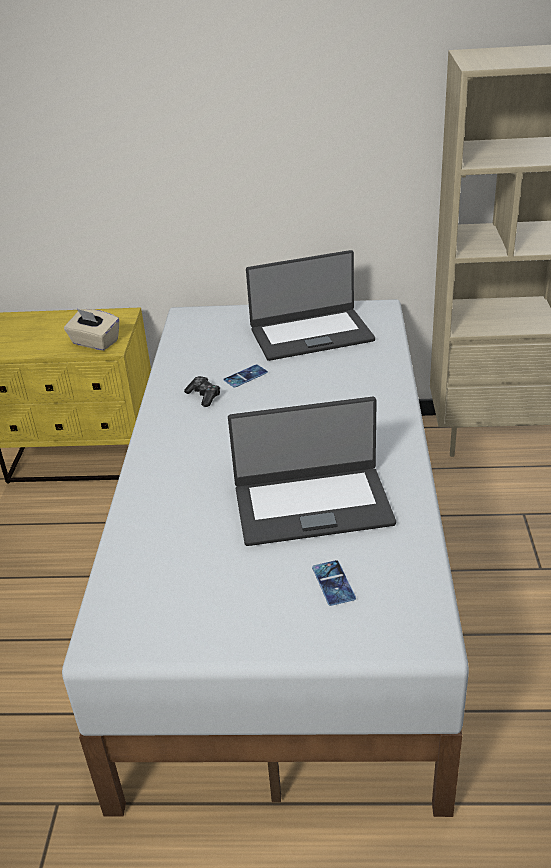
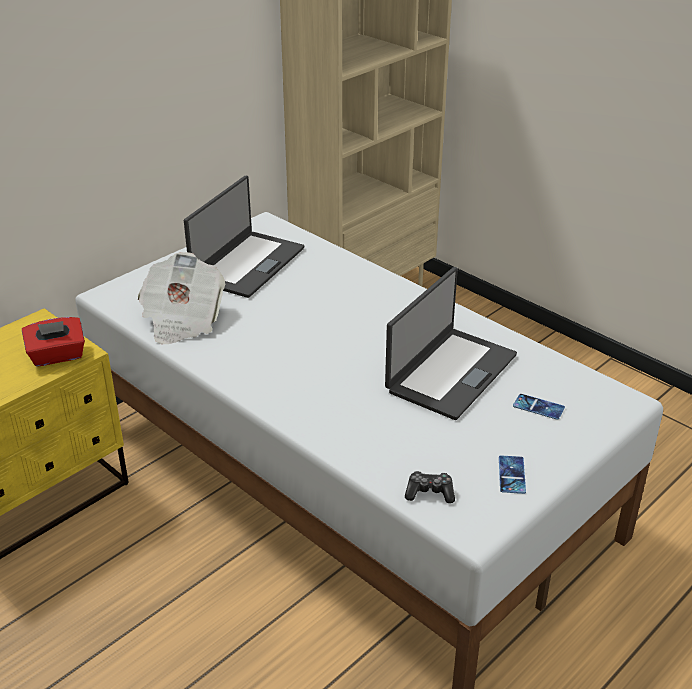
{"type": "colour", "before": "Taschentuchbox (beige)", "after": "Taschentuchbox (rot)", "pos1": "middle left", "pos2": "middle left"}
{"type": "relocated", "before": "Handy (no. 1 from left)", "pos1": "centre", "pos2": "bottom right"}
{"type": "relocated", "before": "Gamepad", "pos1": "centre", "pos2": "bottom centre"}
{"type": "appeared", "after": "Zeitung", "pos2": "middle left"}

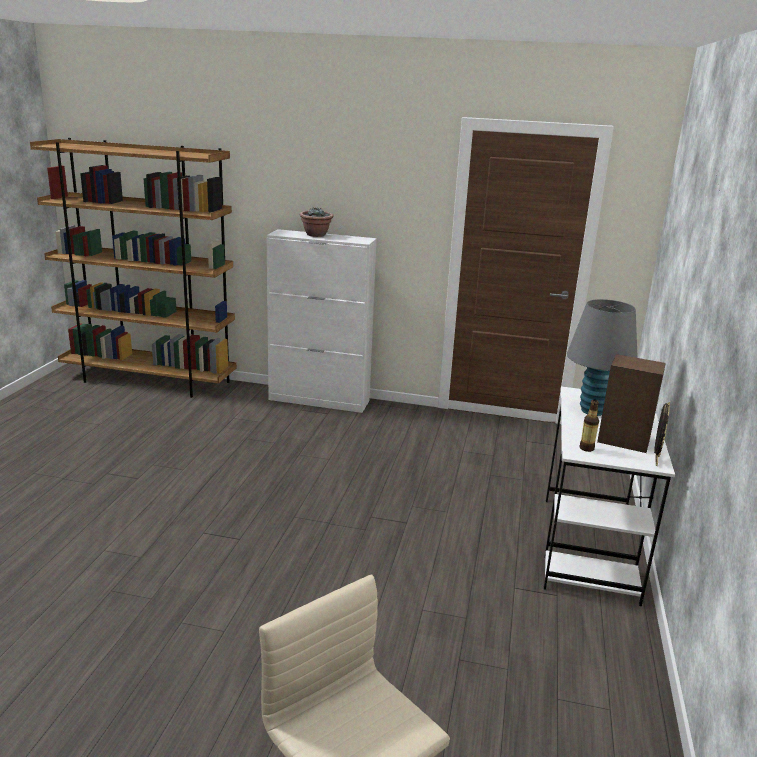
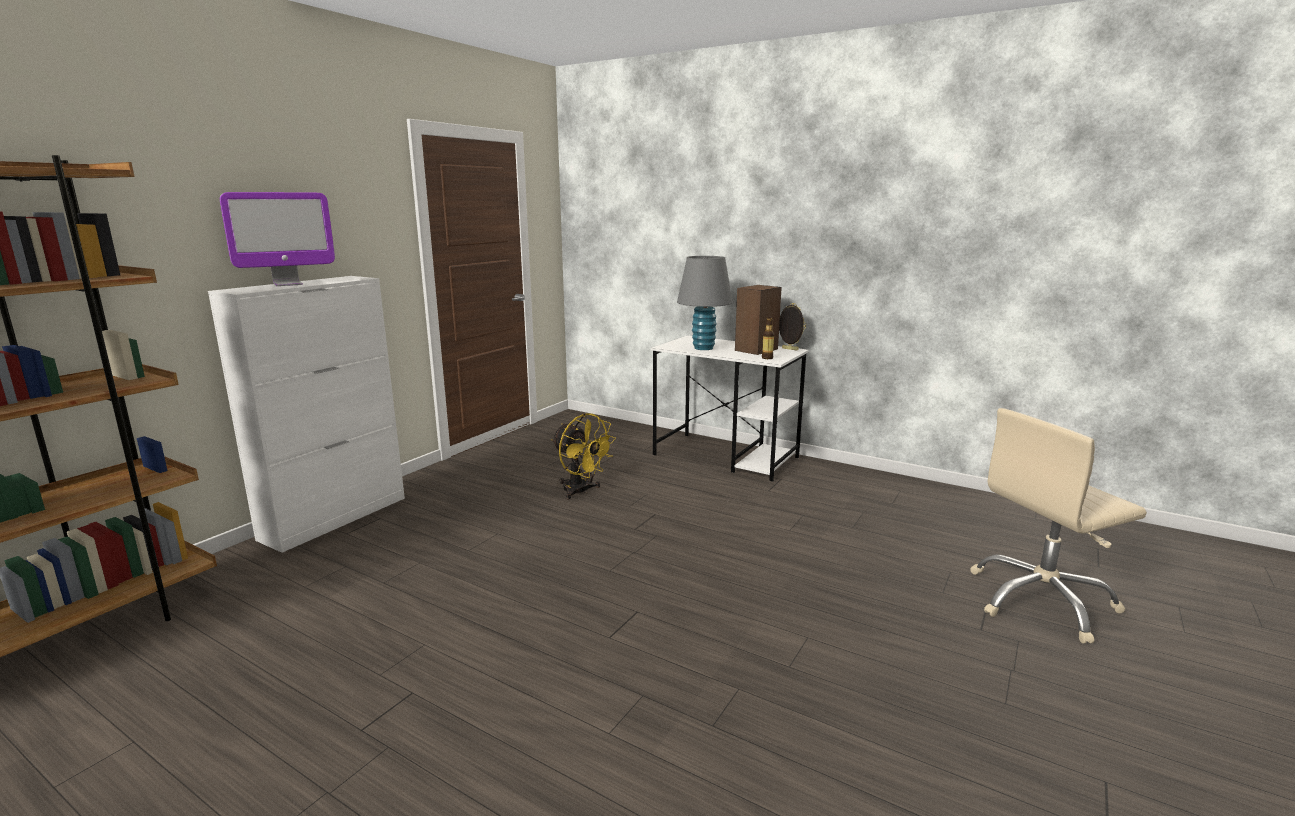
{"type": "exchanged", "before": "Topfpflanze", "after": "Monitor", "pos1": "top centre", "pos2": "top left"}
{"type": "appeared", "after": "Ventilator (gelb)", "pos2": "centre"}

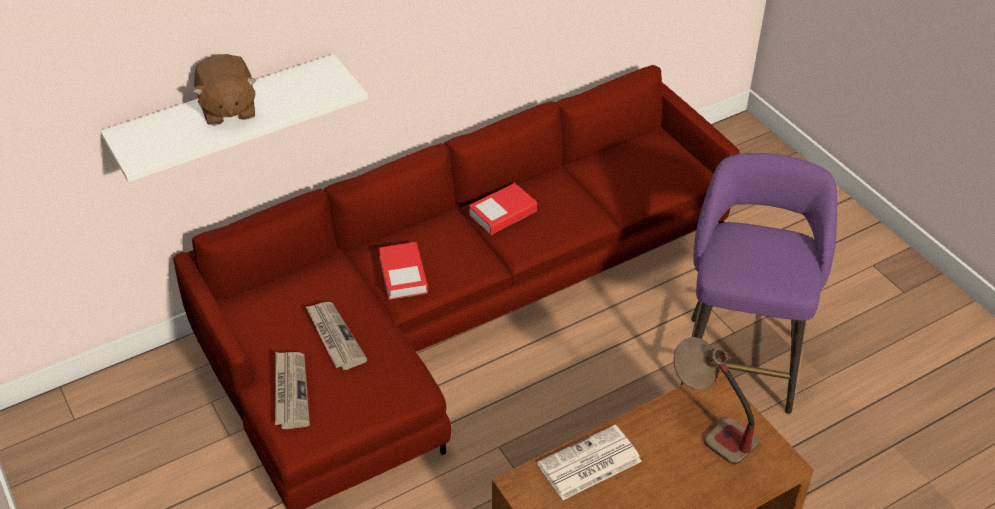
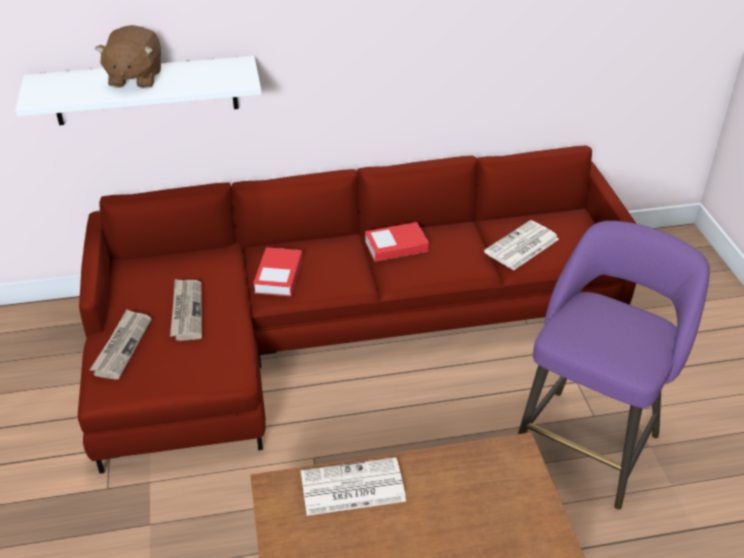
{"type": "missing", "before": "Tischlampe", "pos1": "bottom right"}
{"type": "appeared", "after": "Zeitung (no. 4 from left)", "pos2": "middle right"}

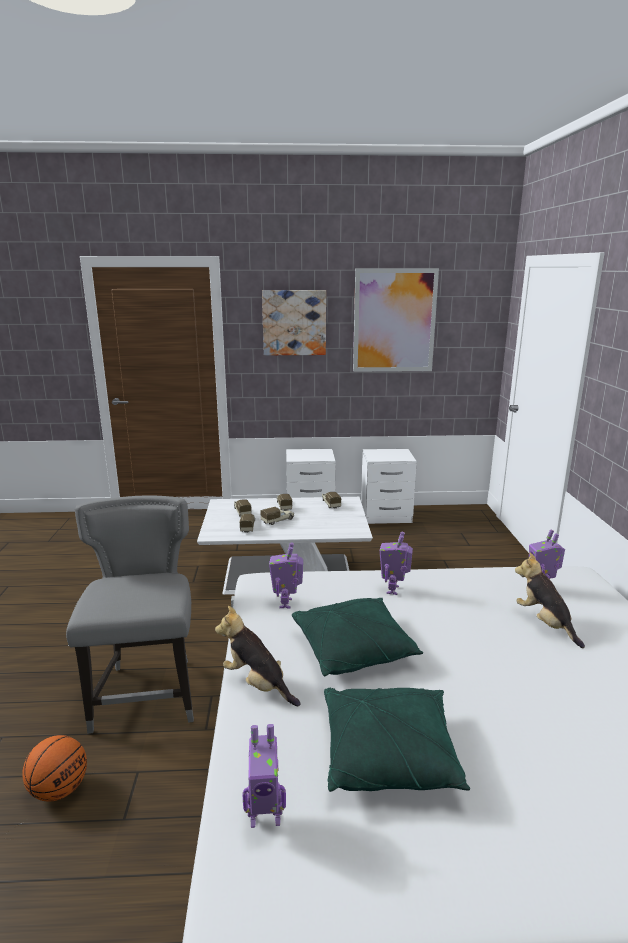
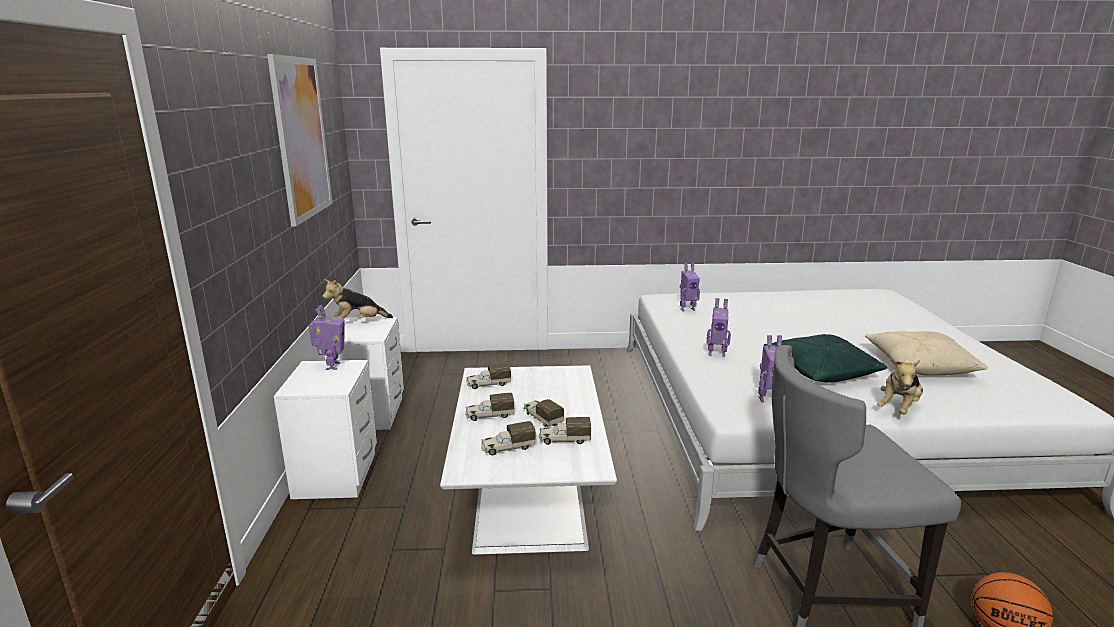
{"type": "missing", "before": "Bild (no. 1 from left)", "pos1": "centre"}
{"type": "relocated", "before": "Plüschtier (no. 2 from left in the first image)", "after": "Plüschtier (no. 1 from left)", "pos1": "middle right", "pos2": "middle left"}
{"type": "colour", "before": "Kissen (grün) (no. 2 from left)", "after": "Kissen (beige)", "pos1": "bottom centre", "pos2": "middle right"}
{"type": "relocated", "before": "Spielzeugroboter (no. 1 from left)", "pos1": "bottom centre", "pos2": "middle left"}

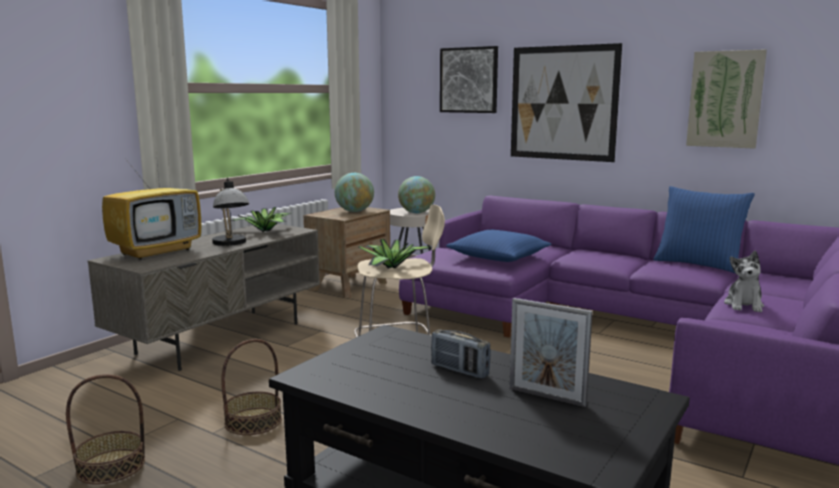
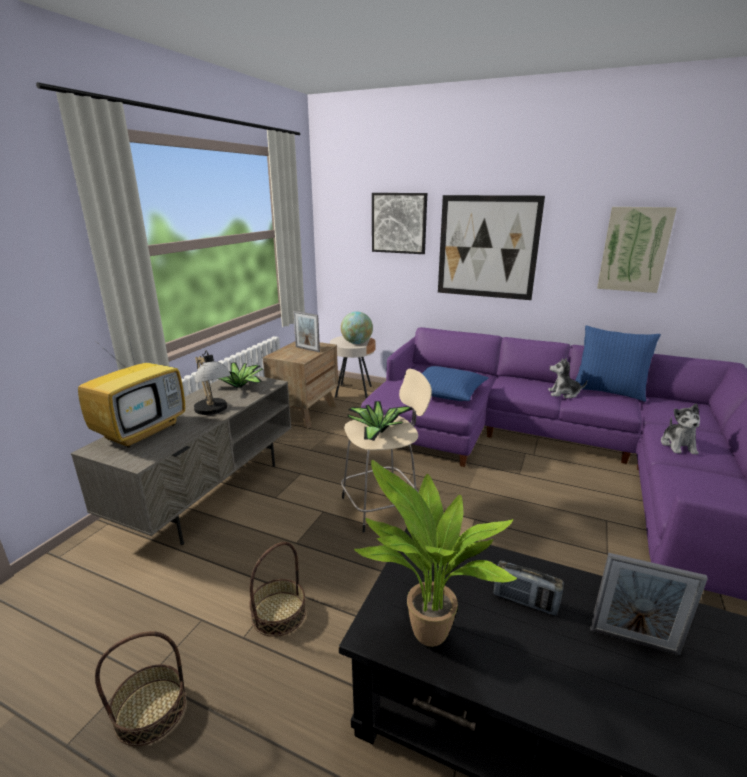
{"type": "exchanged", "before": "Globus (no. 1 from left)", "after": "Bilderrahmen (no. 1 from left)", "pos1": "centre", "pos2": "centre"}
{"type": "appeared", "after": "Plüschtier (no. 1 from left)", "pos2": "middle right"}
{"type": "appeared", "after": "Topfpflanze (no. 3 from left)", "pos2": "bottom centre"}

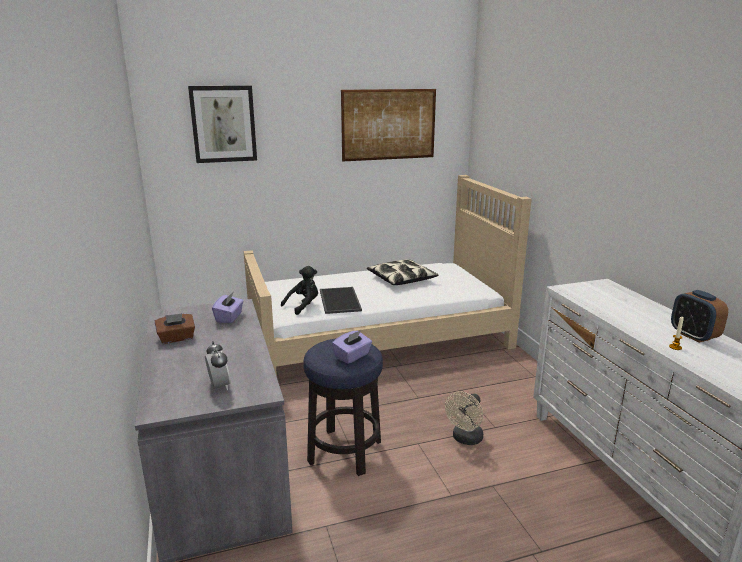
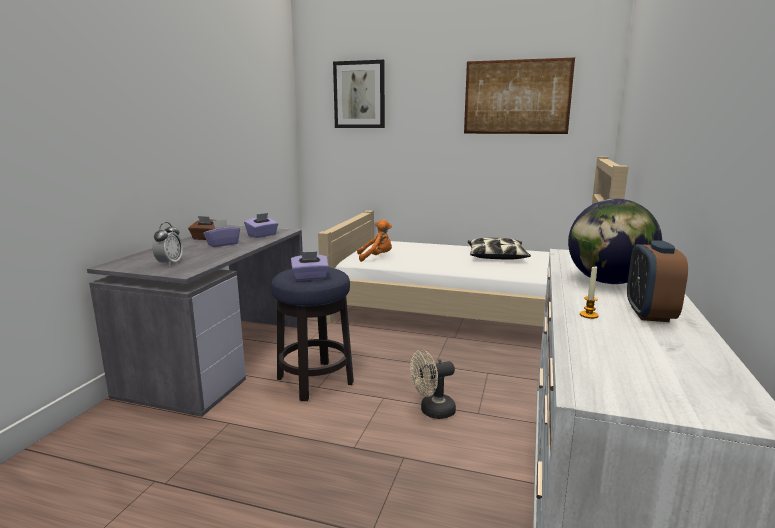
{"type": "colour", "before": "Plüschtier (schwarz)", "after": "Plüschtier (orange)", "pos1": "centre", "pos2": "centre"}
{"type": "missing", "before": "Tablett", "pos1": "centre"}
{"type": "appeared", "after": "Globus", "pos2": "middle right"}
{"type": "appeared", "after": "Taschentuchbox (lila) (no. 1 from left)", "pos2": "middle left"}

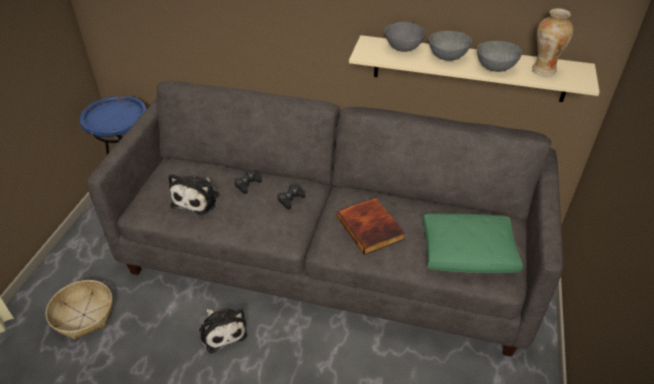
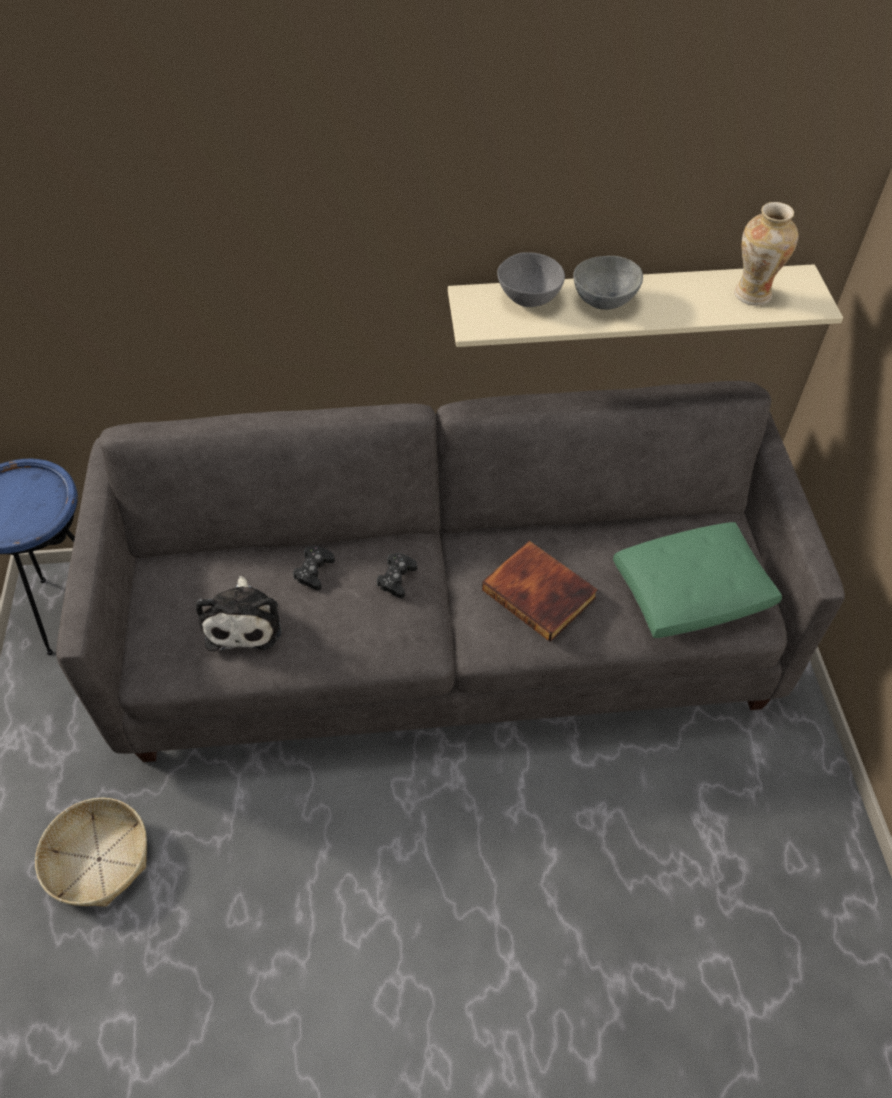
{"type": "missing", "before": "Schüssel (grau) (no. 3 from left)", "pos1": "top right"}
{"type": "missing", "before": "Plüschtier (no. 2 from left)", "pos1": "bottom centre"}

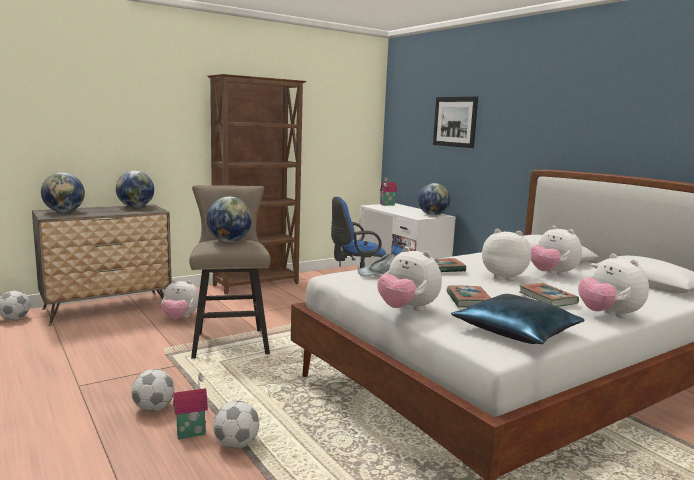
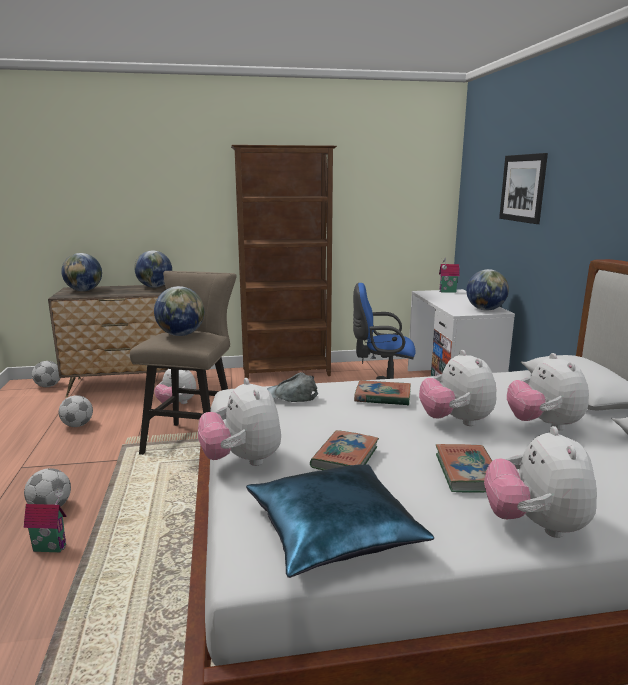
{"type": "spun", "before": "Plüschtier (no. 3 from left)", "pos1": "middle right", "pos2": "middle right", "turn": -150}
{"type": "relocated", "before": "Fußball (no. 3 from left)", "pos1": "bottom centre", "pos2": "middle left"}

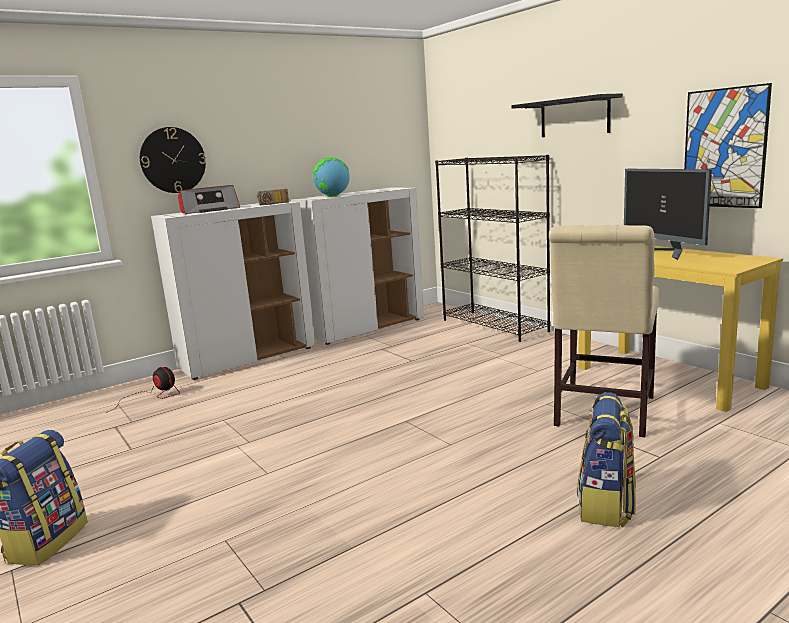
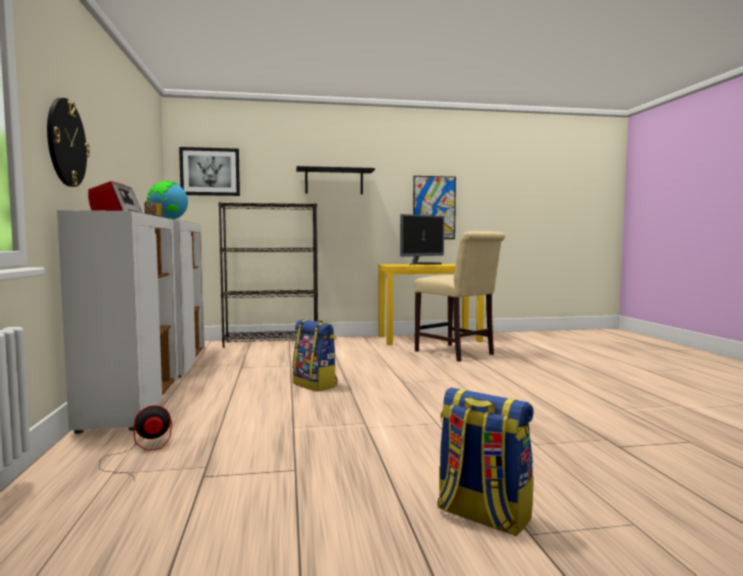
{"type": "spun", "before": "Monitor", "pos1": "middle right", "pos2": "centre", "turn": -45}
{"type": "relocated", "before": "Rucksack (no. 2 from left in the first image)", "after": "Rucksack (no. 1 from left)", "pos1": "bottom right", "pos2": "centre"}
{"type": "appeared", "after": "Bild (no. 1 from left)", "pos2": "top left"}

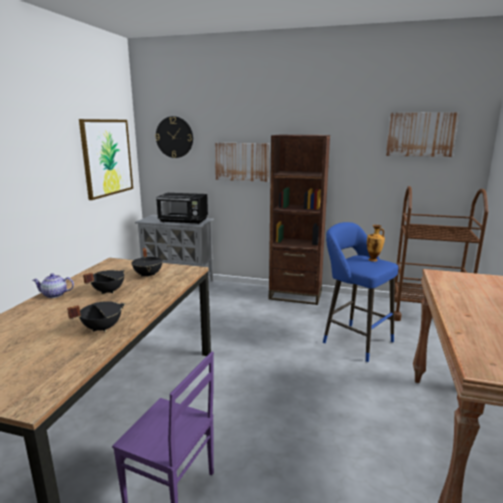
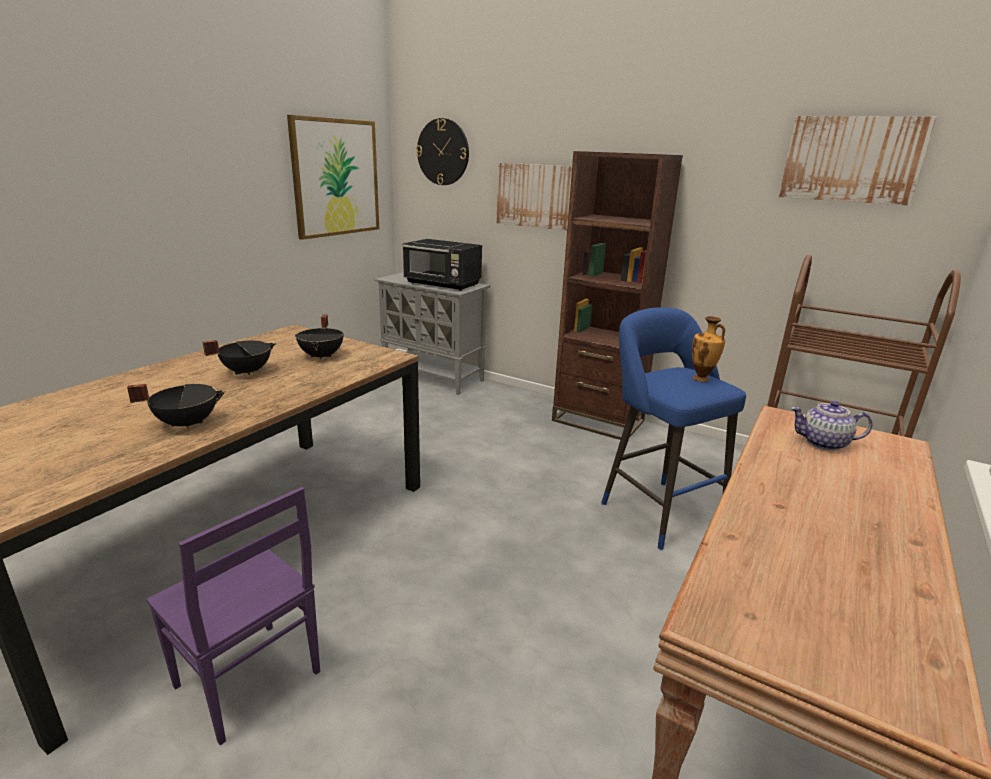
{"type": "relocated", "before": "Teekanne", "pos1": "middle left", "pos2": "middle right"}

